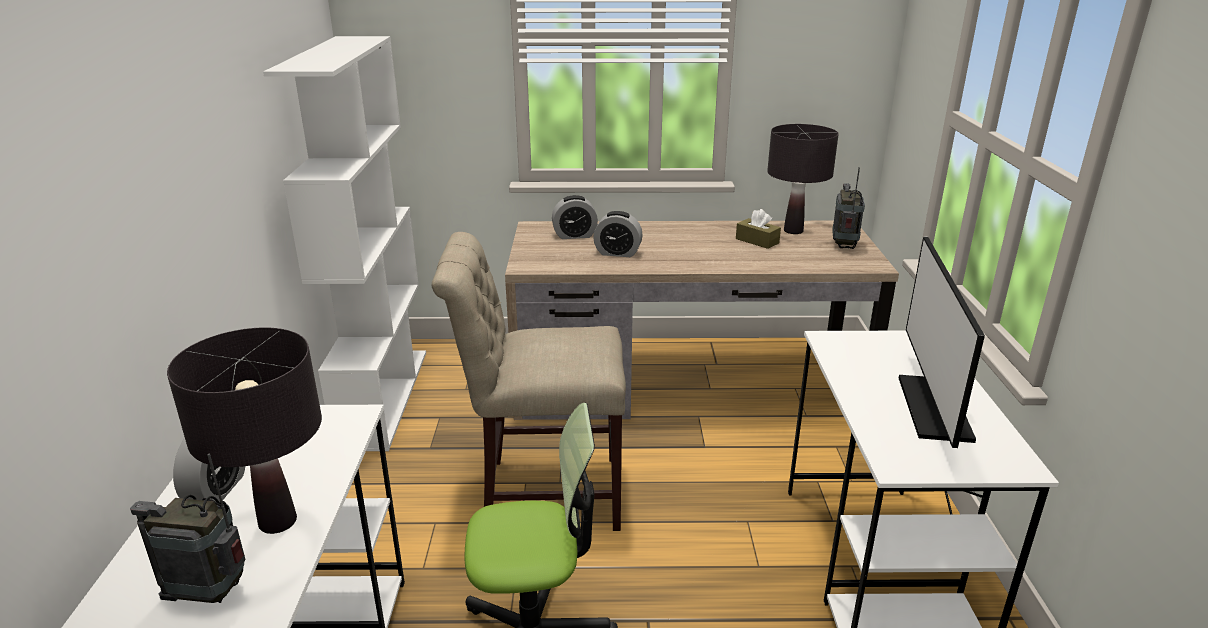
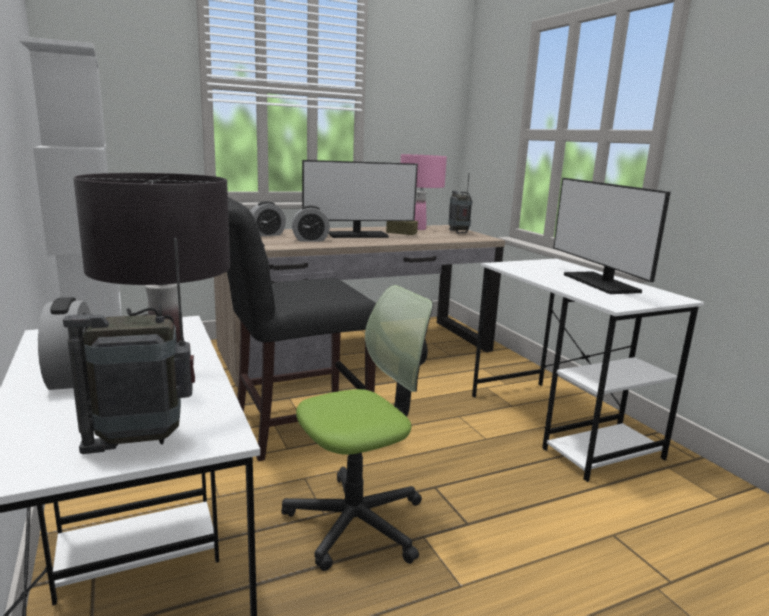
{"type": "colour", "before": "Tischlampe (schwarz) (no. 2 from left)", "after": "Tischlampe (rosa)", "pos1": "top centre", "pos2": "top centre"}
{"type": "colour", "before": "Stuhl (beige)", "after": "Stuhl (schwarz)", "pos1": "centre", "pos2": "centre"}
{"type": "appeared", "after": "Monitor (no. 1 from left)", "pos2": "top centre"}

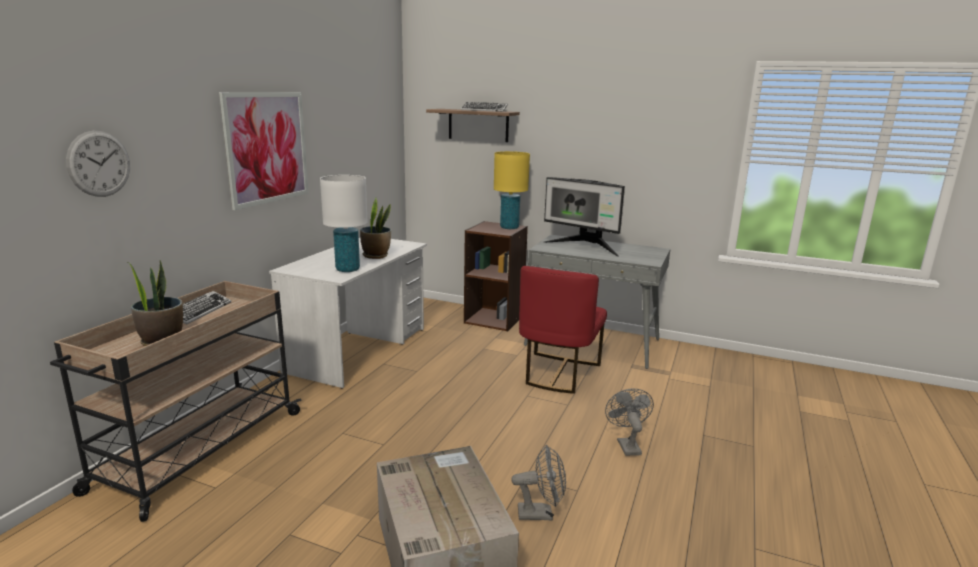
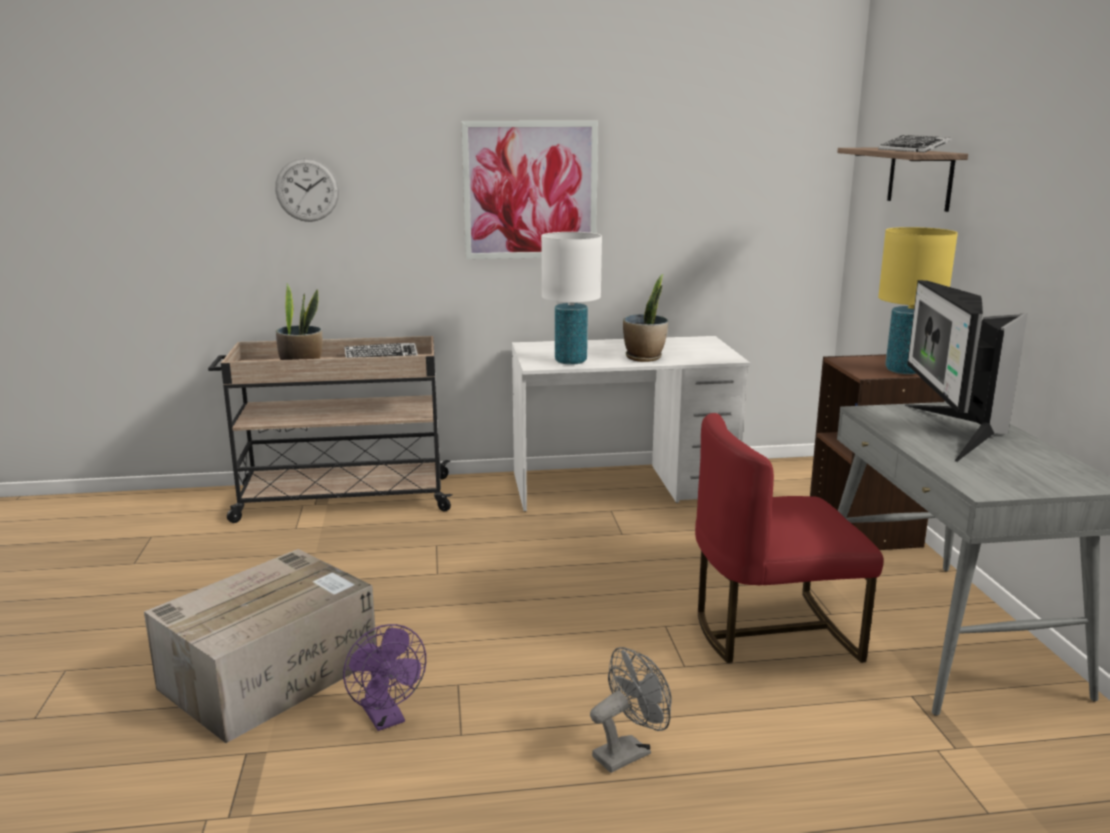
{"type": "colour", "before": "Ventilator (grau) (no. 1 from left)", "after": "Ventilator (lila)", "pos1": "bottom centre", "pos2": "bottom centre"}

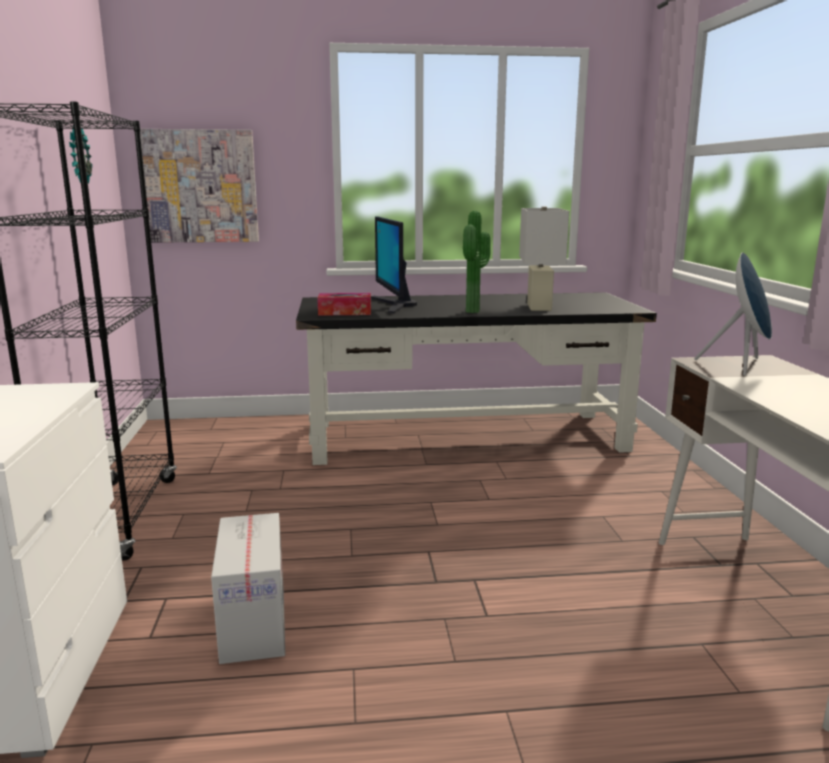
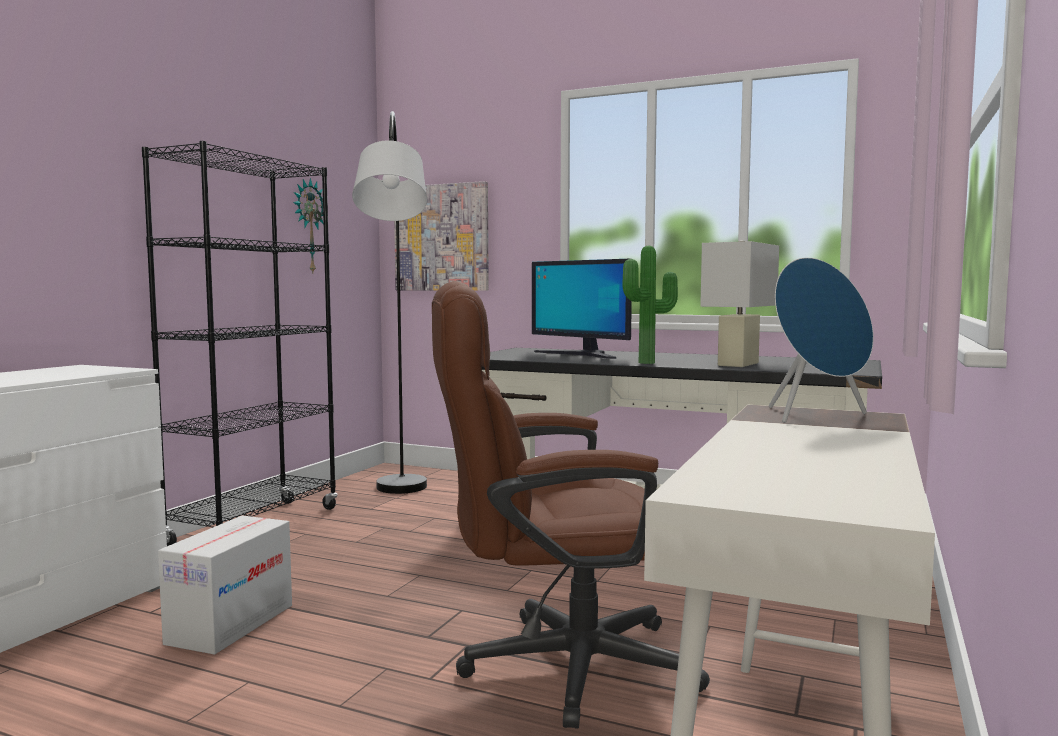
{"type": "spun", "before": "Monitor", "pos1": "centre", "pos2": "centre", "turn": -60}
{"type": "missing", "before": "Taschentuchbox", "pos1": "centre"}
{"type": "appeared", "after": "Stehlampe (grau)", "pos2": "centre"}
{"type": "appeared", "after": "Bürostuhl (braun)", "pos2": "bottom centre"}

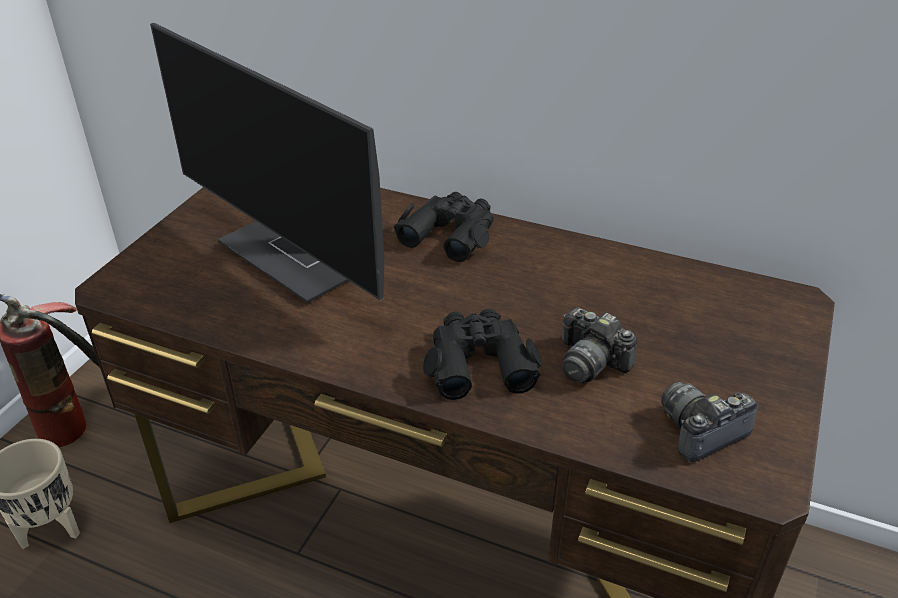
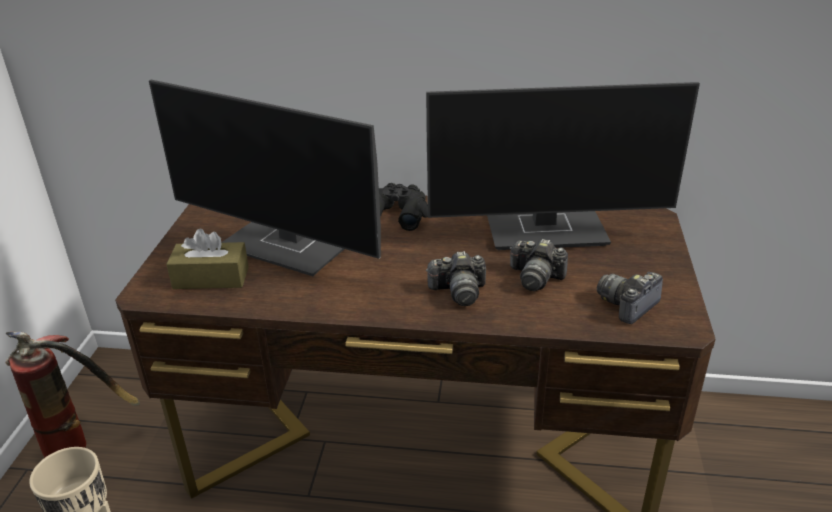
{"type": "exchanged", "before": "Fernglas (schwarz) (no. 2 from left)", "after": "Kamera (no. 1 from left)", "pos1": "centre", "pos2": "centre"}
{"type": "appeared", "after": "Monitor (no. 2 from left)", "pos2": "top right"}
{"type": "appeared", "after": "Taschentuchbox (braun)", "pos2": "middle left"}

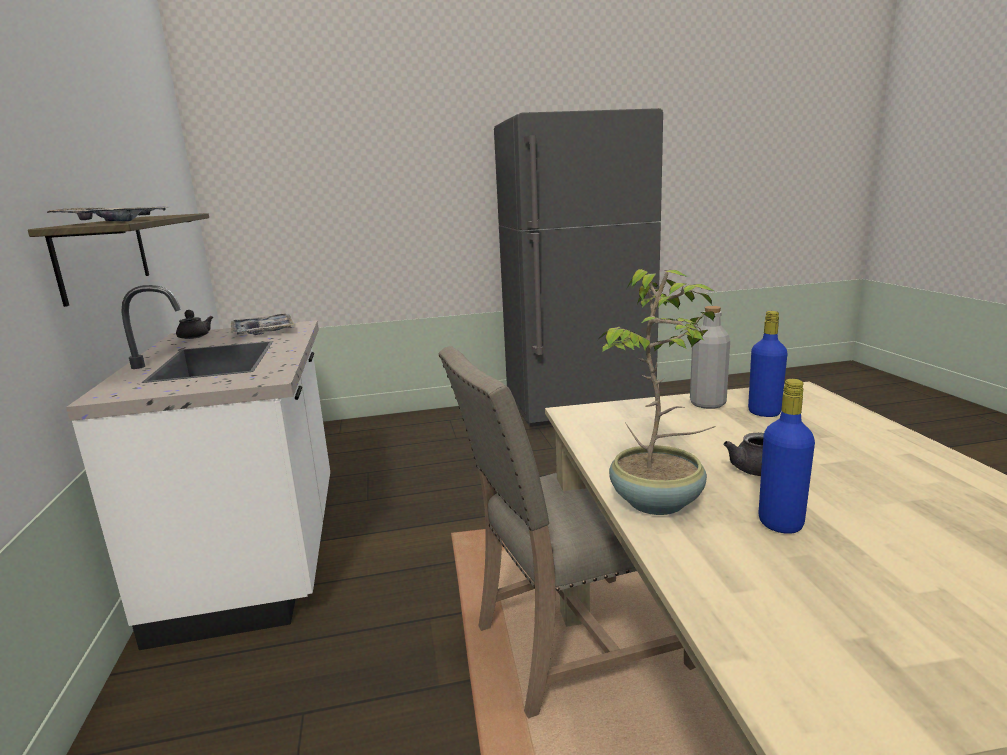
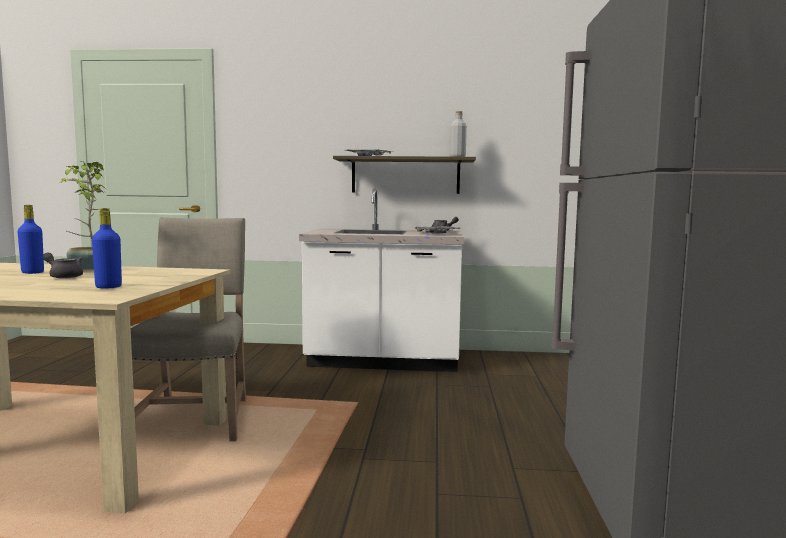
{"type": "relocated", "before": "Flasche (grau)", "pos1": "middle right", "pos2": "top centre"}

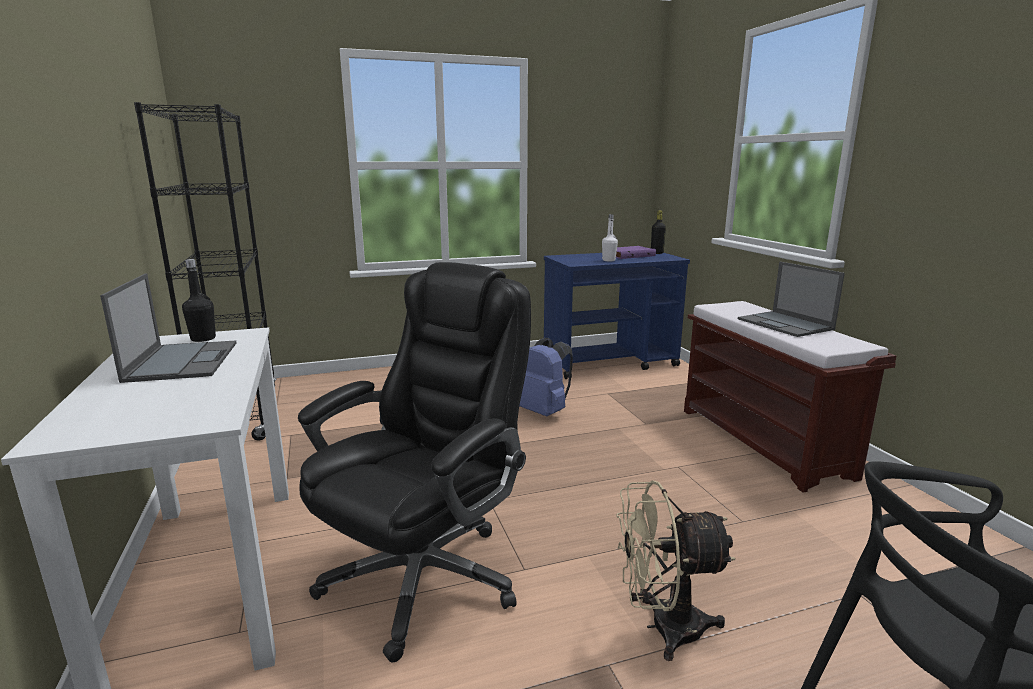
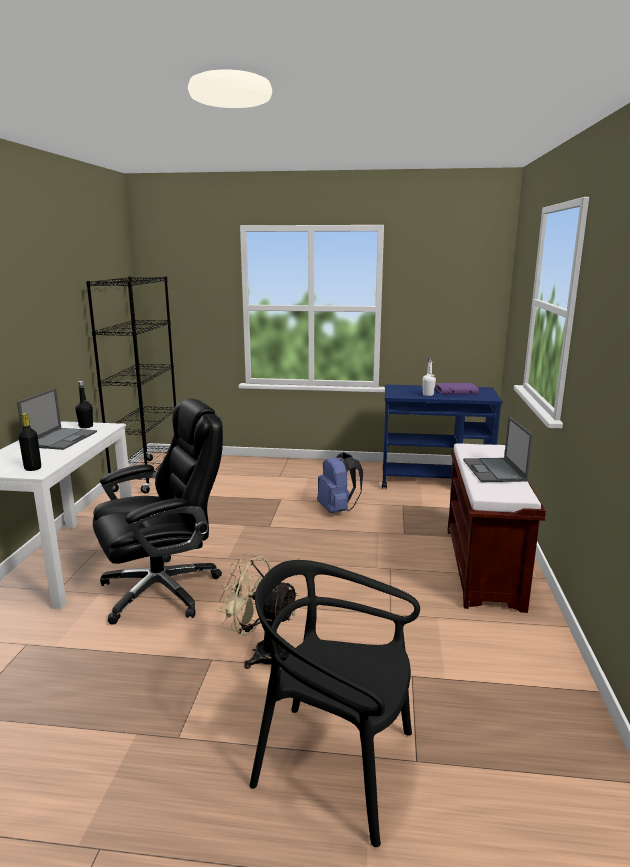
{"type": "relocated", "before": "Flasche (schwarz) (no. 2 from left in the first image)", "after": "Flasche (schwarz) (no. 1 from left)", "pos1": "centre", "pos2": "middle left"}

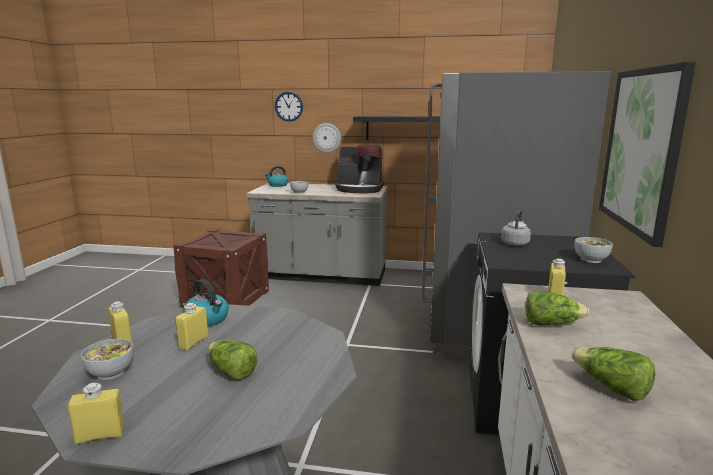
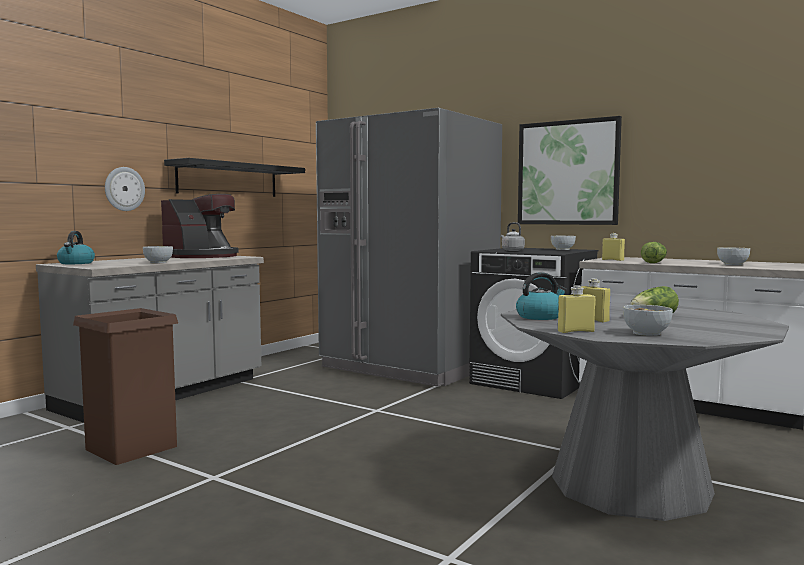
{"type": "missing", "before": "Wanduhr (no. 1 from left)", "pos1": "top centre"}
{"type": "exchanged", "before": "Kiste", "after": "Mülleimer (braun)", "pos1": "middle left", "pos2": "bottom left"}
{"type": "exchanged", "before": "Salatkopf (no. 3 from left)", "after": "Schüssel (no. 4 from left)", "pos1": "bottom right", "pos2": "middle right"}
{"type": "missing", "before": "Flasche (gelb) (no. 1 from left)", "pos1": "bottom left"}

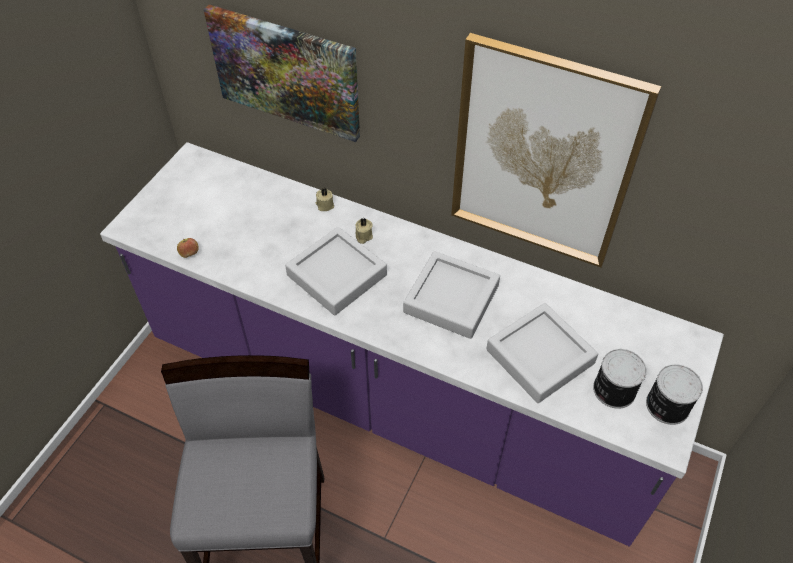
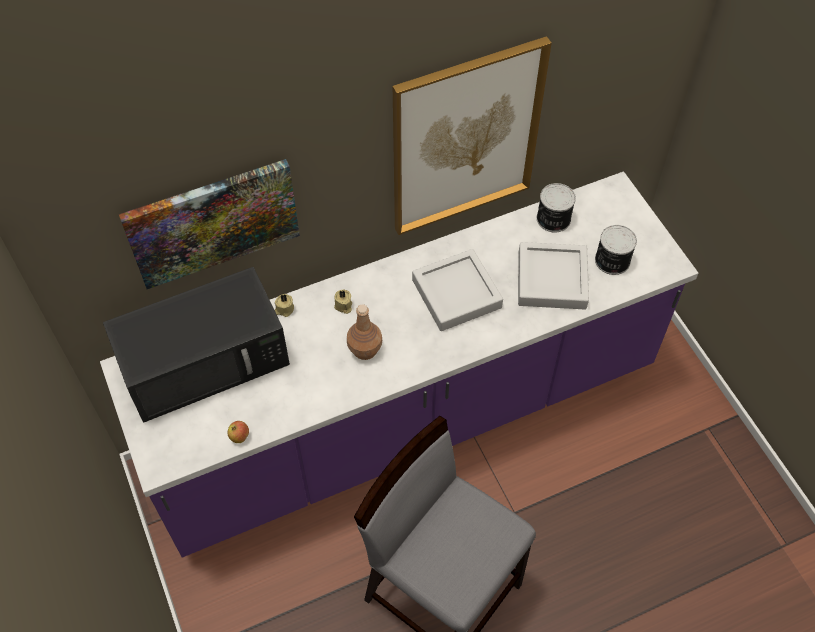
{"type": "exchanged", "before": "Tablett (grau) (no. 1 from left)", "after": "Flasche (braun)", "pos1": "centre", "pos2": "centre"}
{"type": "relocated", "before": "Dose (no. 2 from left in the first image)", "after": "Dose (no. 1 from left)", "pos1": "bottom right", "pos2": "top right"}
{"type": "appeared", "after": "Mikrowelle (schwarz)", "pos2": "middle left"}

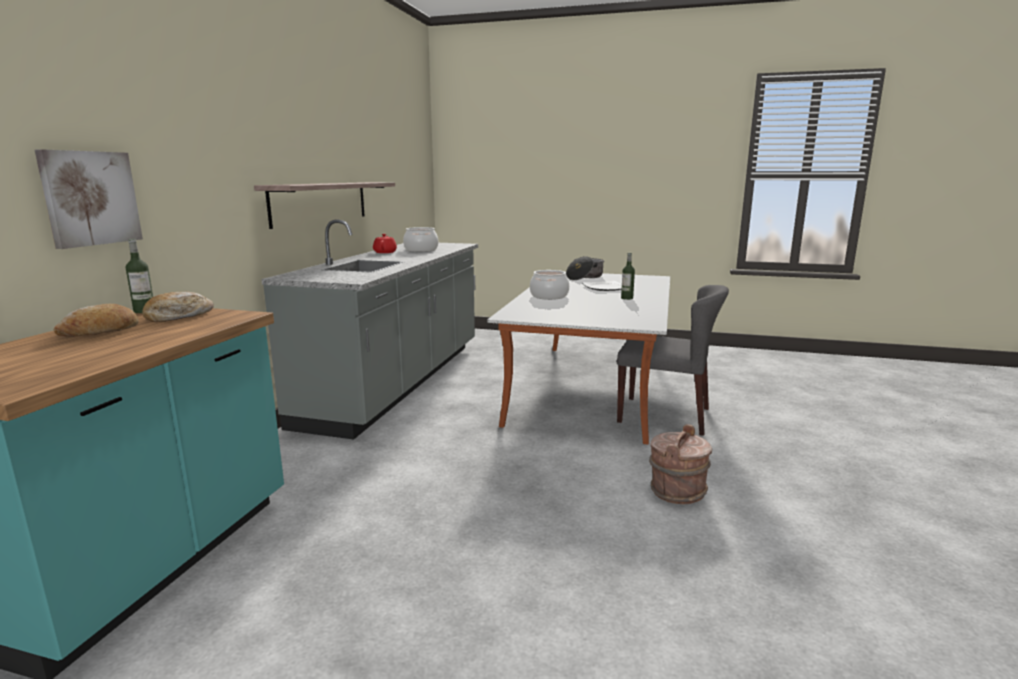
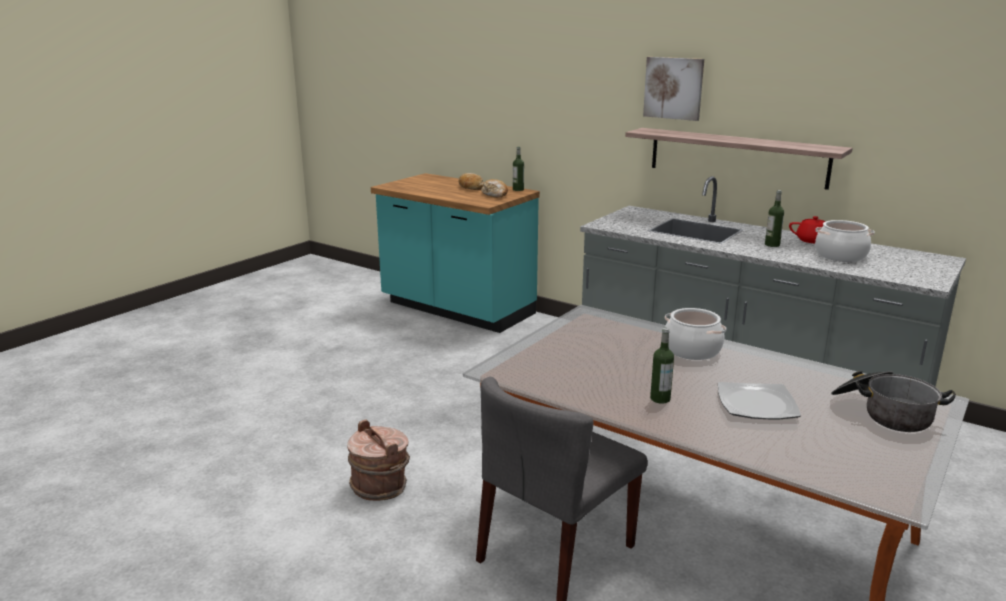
{"type": "relocated", "before": "Bild", "pos1": "top left", "pos2": "top right"}
{"type": "appeared", "after": "Flasche (no. 3 from left)", "pos2": "middle right"}

